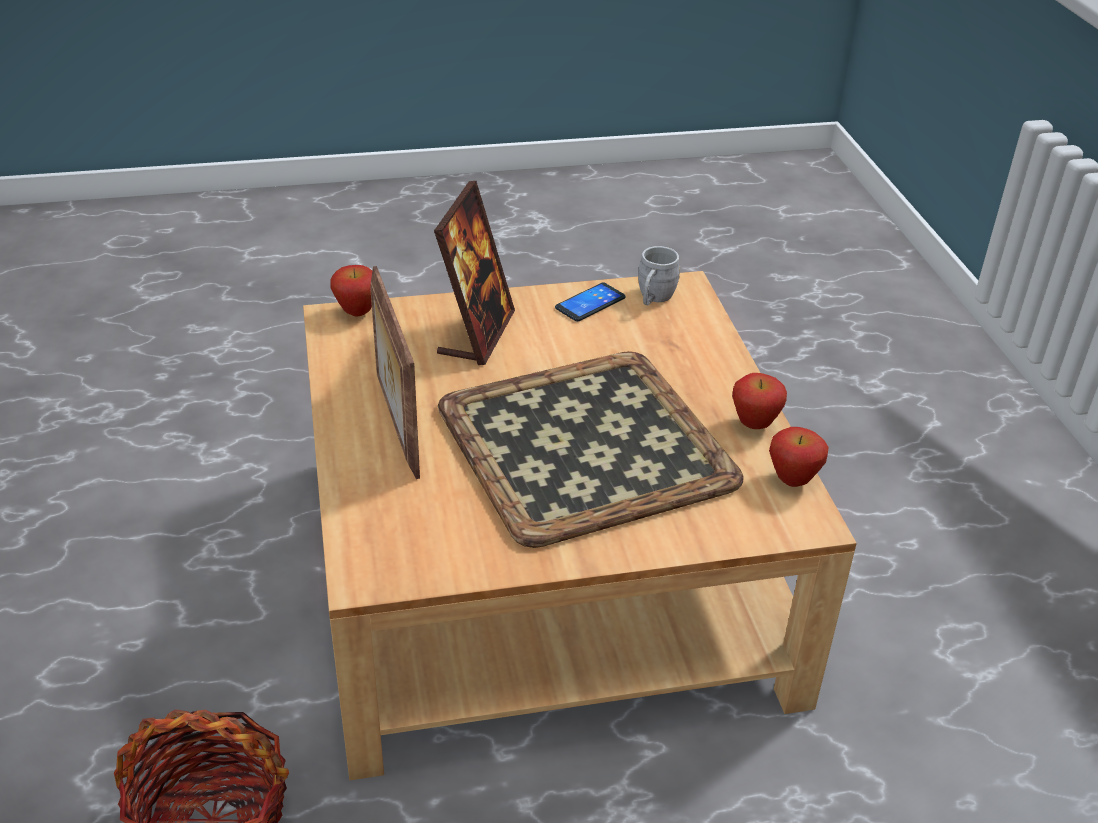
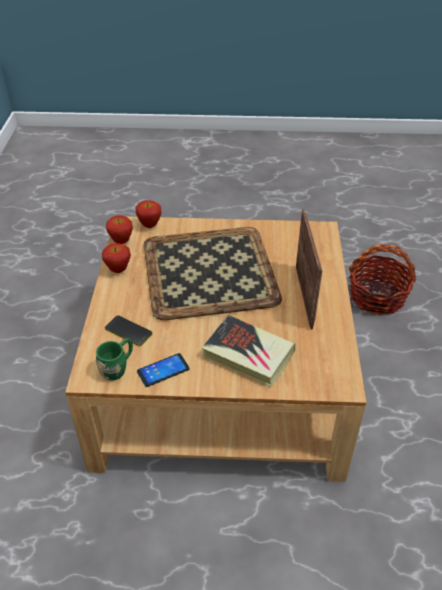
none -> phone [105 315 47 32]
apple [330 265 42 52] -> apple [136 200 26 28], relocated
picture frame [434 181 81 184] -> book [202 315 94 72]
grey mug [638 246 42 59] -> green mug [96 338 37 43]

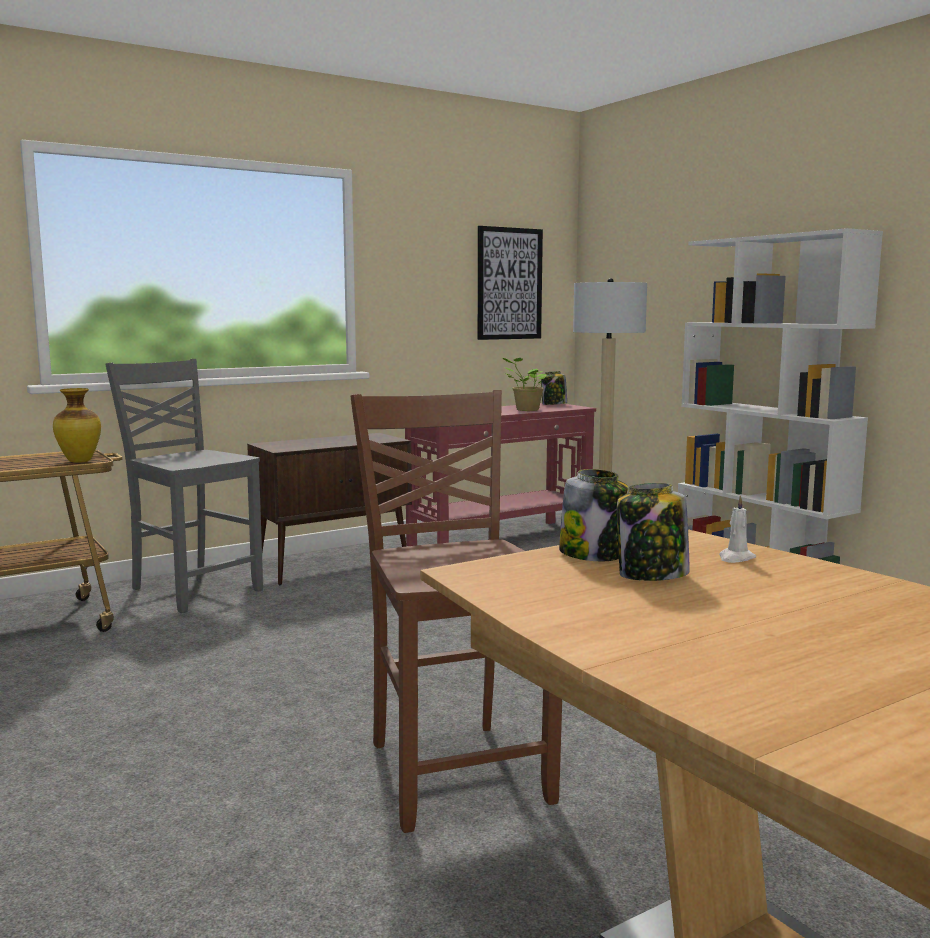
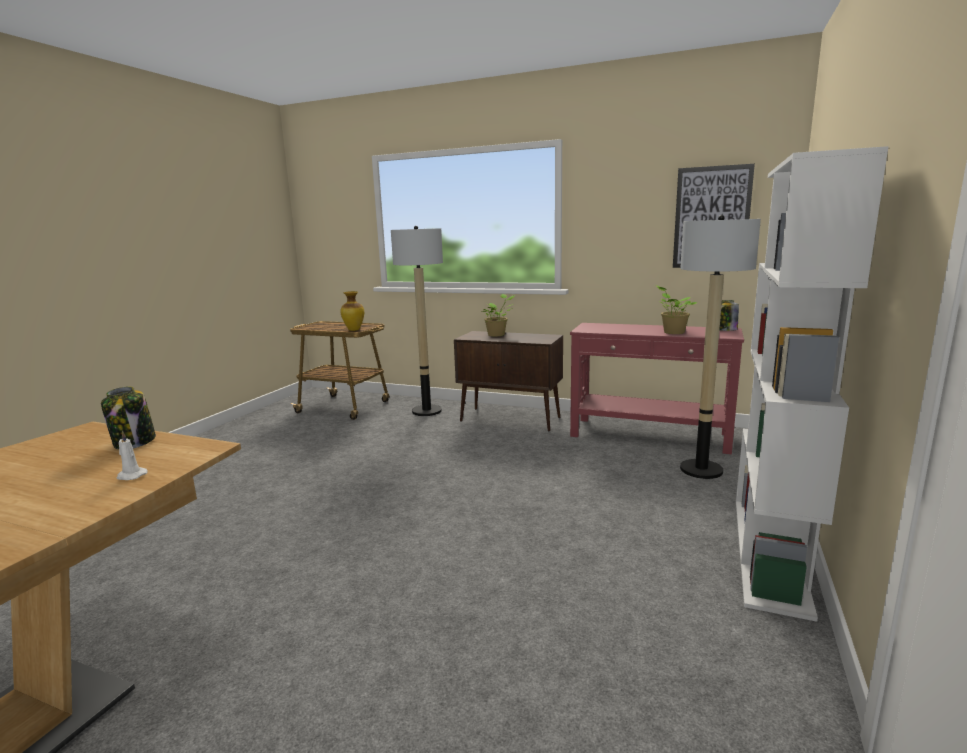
brown chair [351 390 211 443] -> none
jar [617 483 73 98] -> none
none -> potted plant [482 294 33 43]
grey chair [105 359 158 254] -> floor lamp [391 226 52 190]

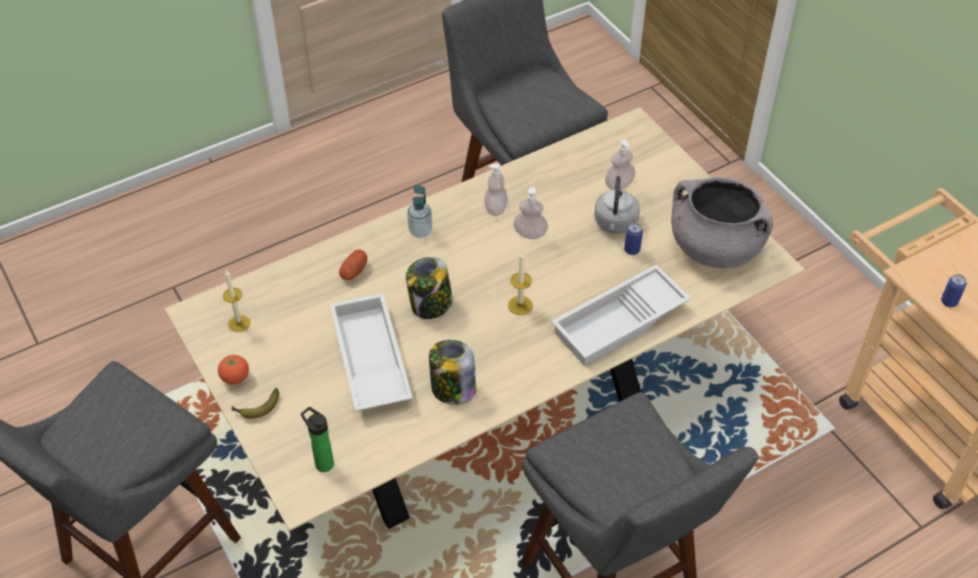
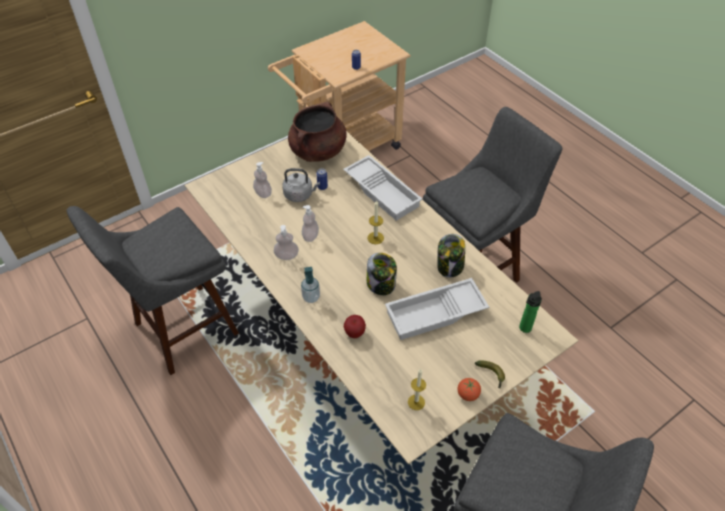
potato [339 249 28 31] -> apple [344 315 22 23]
grey cooking pot [671 177 102 91] -> brown cooking pot [288 101 59 61]

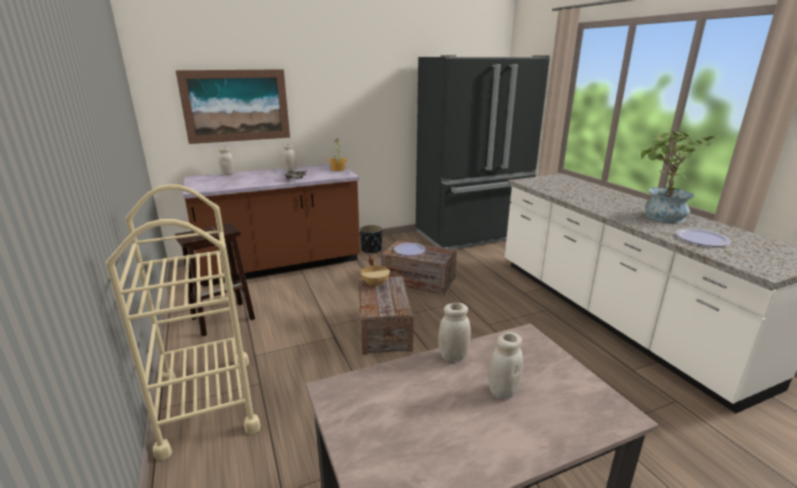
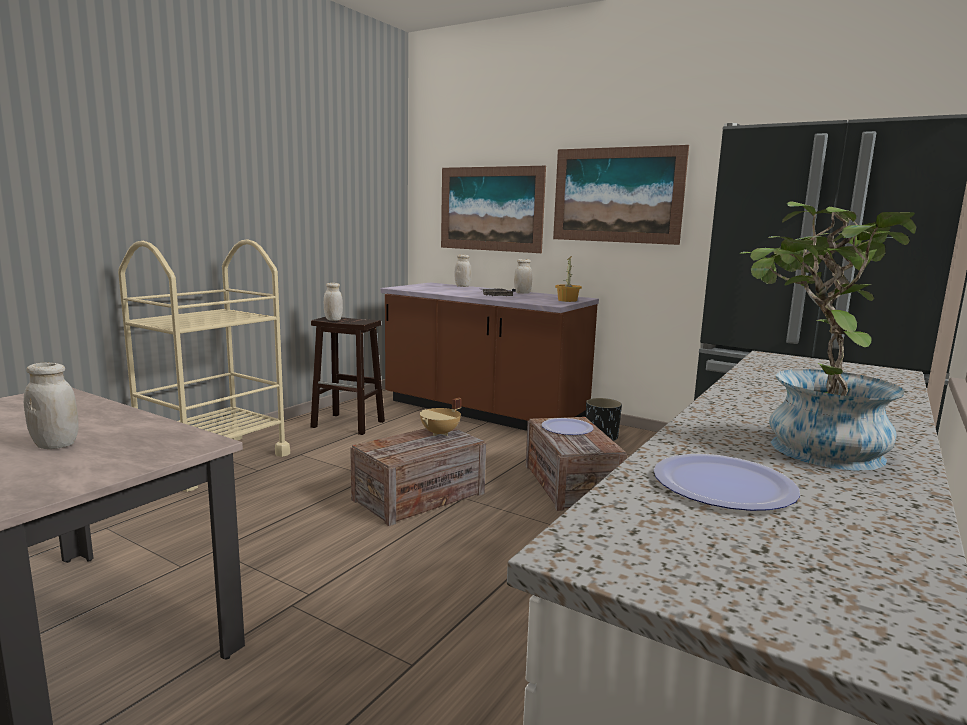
none -> picture [553 145 136 100]
white jar [438 303 33 58] -> white jar [324 283 19 38], relocated

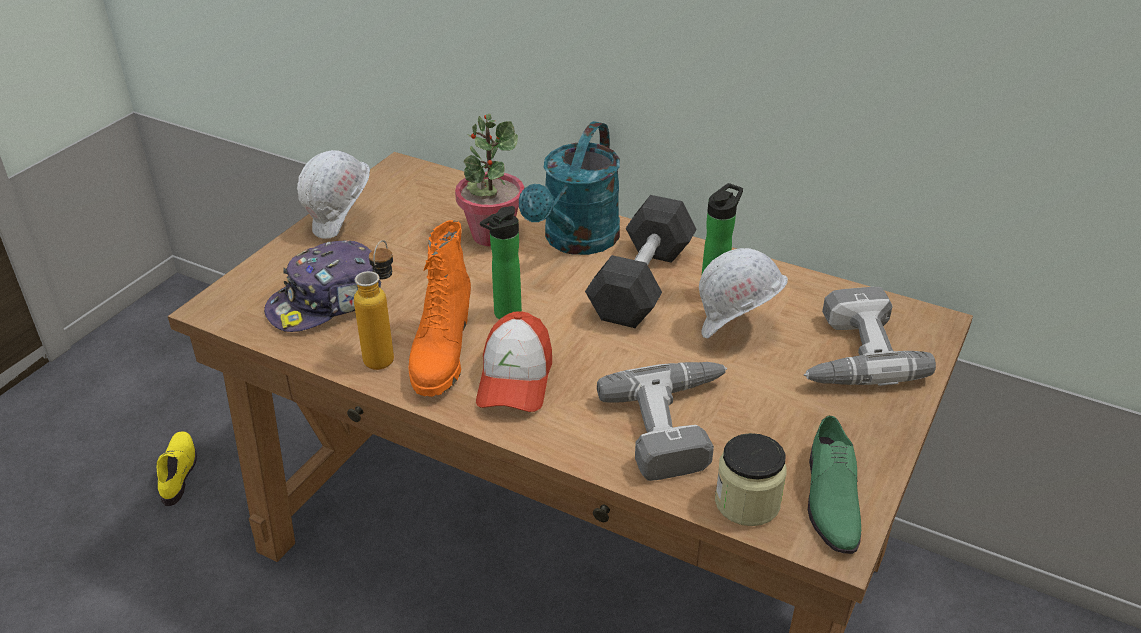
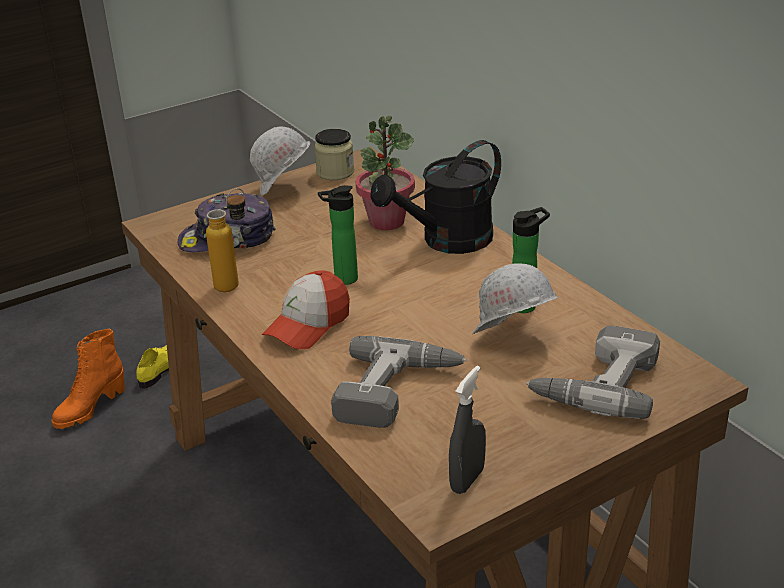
grey dumbbell [585 195 111 133] -> none
orange boot [409 220 62 177] -> orange boot [52 329 73 100], relocated
jar [715 433 71 93] -> jar [314 129 40 51], relocated
green shoe [808 415 53 139] -> grey spray bottle [449 366 37 128]
turquoise watering can [519 121 101 134] -> black watering can [370 140 131 114]

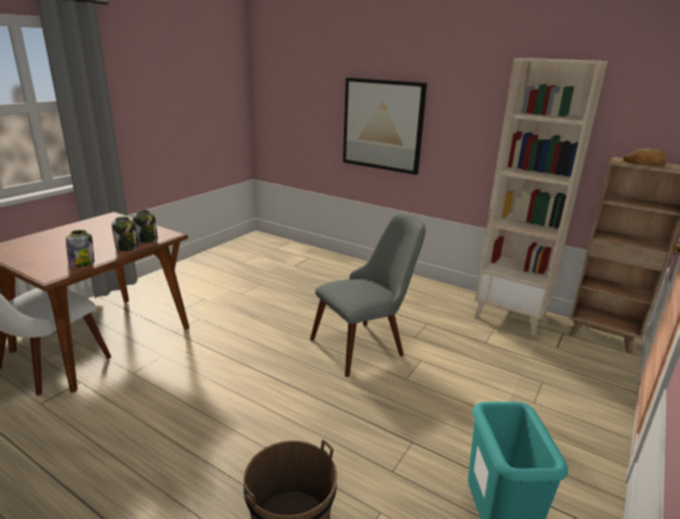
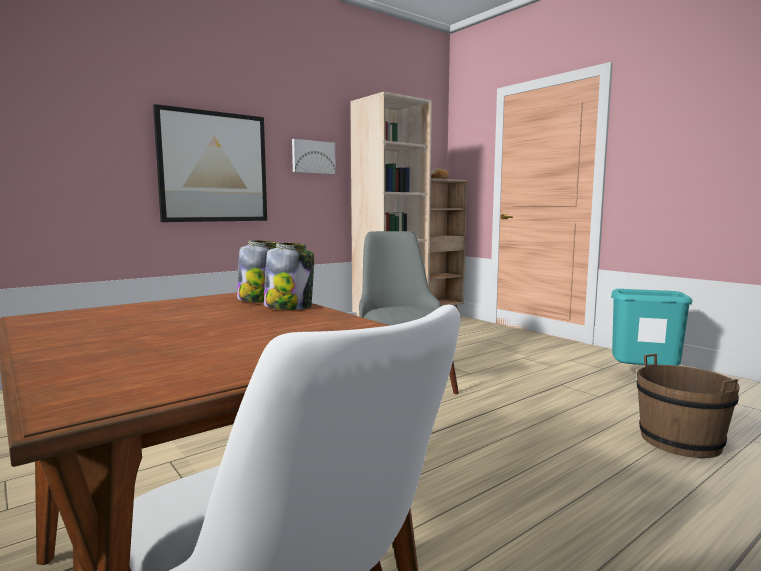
jar [66 230 28 37] -> none
none -> picture [292 139 44 35]

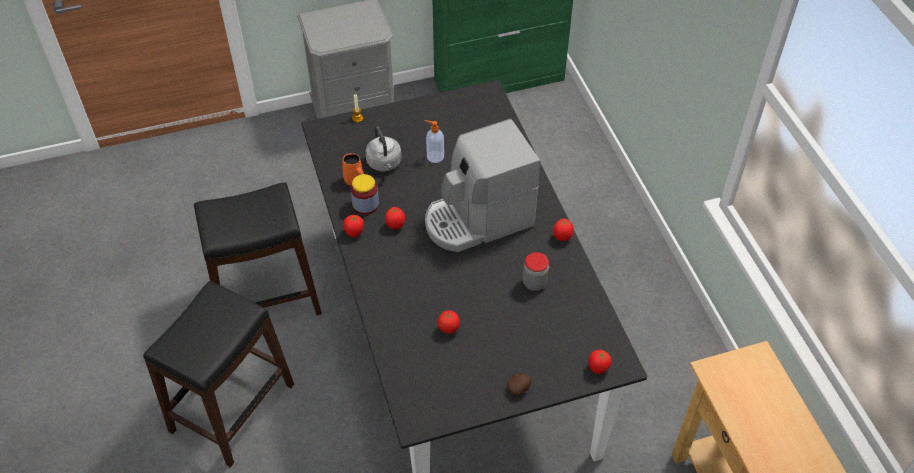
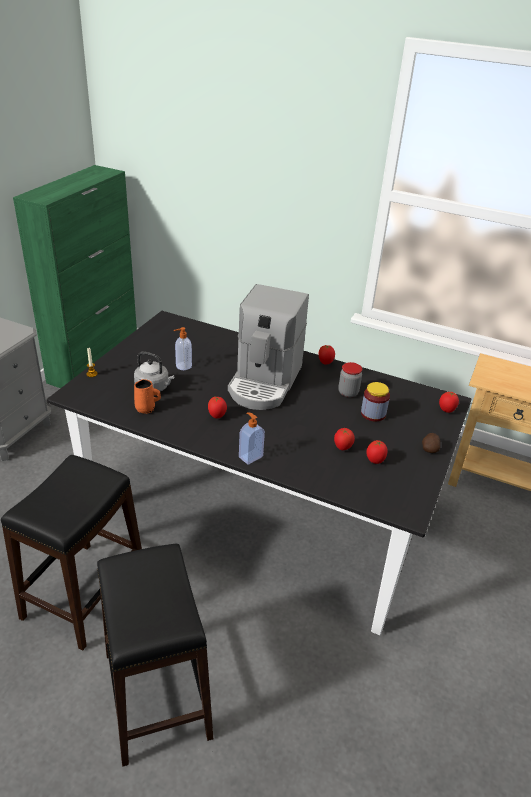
none -> soap dispenser [239 412 26 52]
tomato [343 215 21 22] -> tomato [366 440 22 24], relocated
jar [350 174 29 41] -> jar [361 382 29 39], relocated

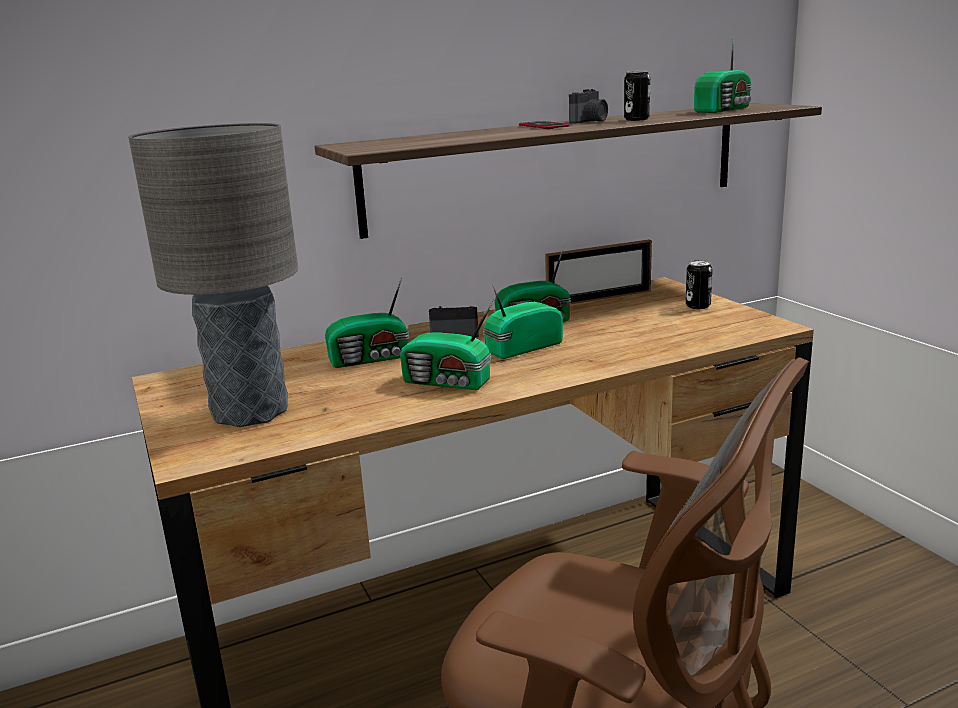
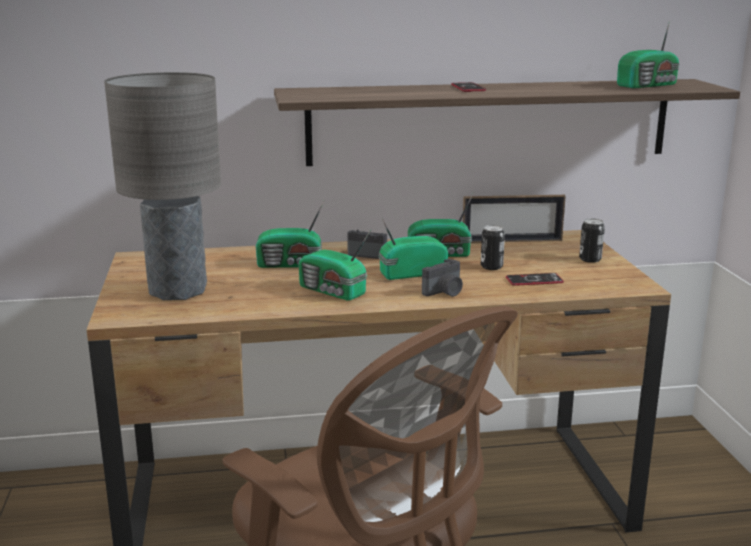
none -> phone [506 273 58 13]
photo camera [569 89 39 34] -> photo camera [422 259 41 38], relocated
can [624 71 26 50] -> can [481 225 24 45], relocated

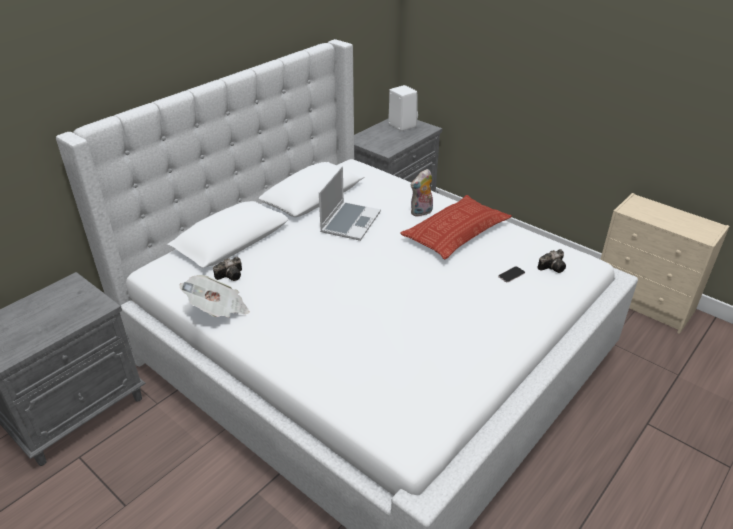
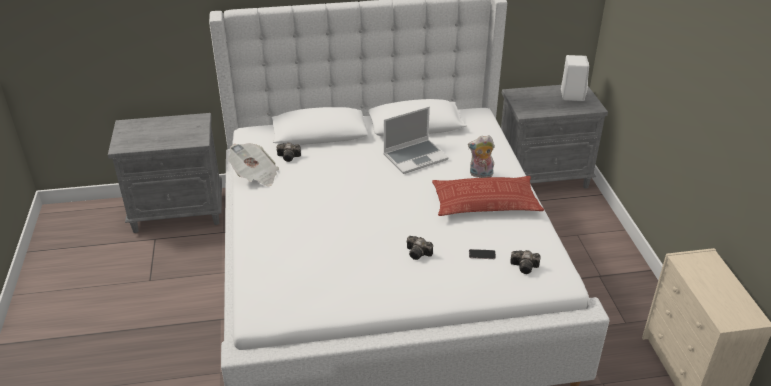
none -> photo camera [406 236 27 24]

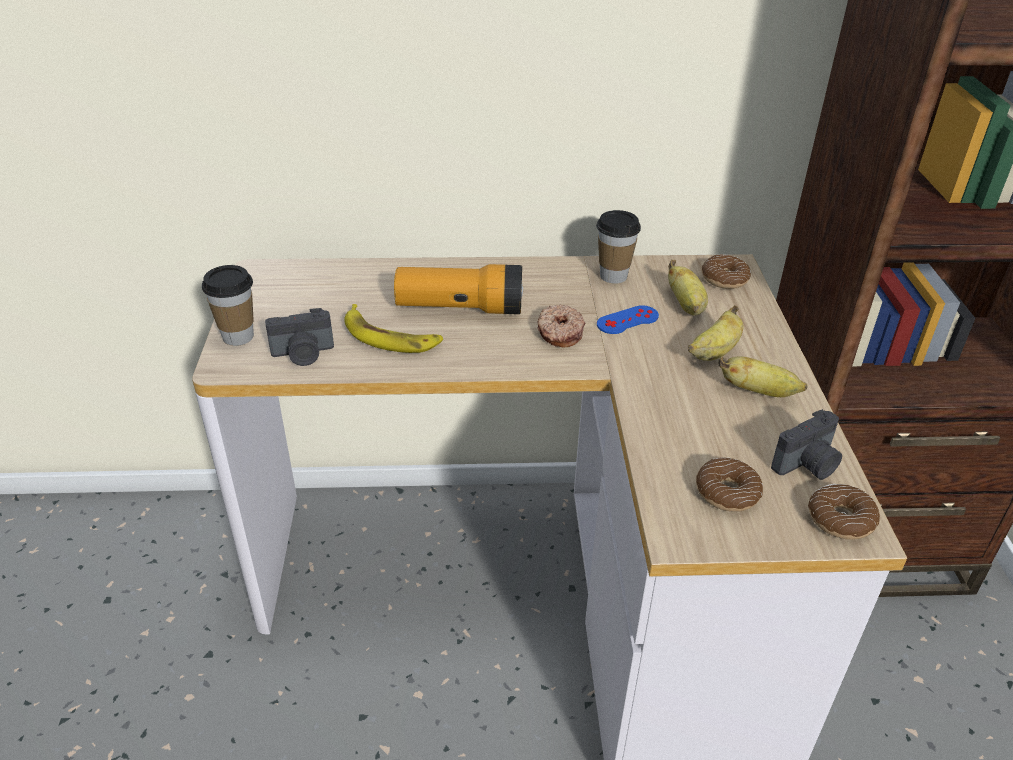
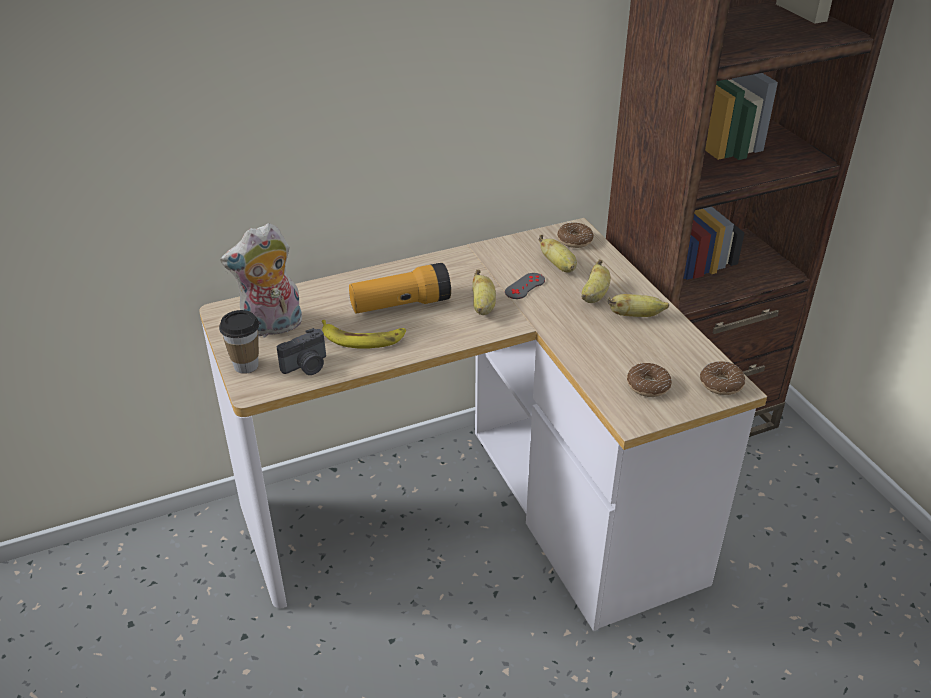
cup [596 210 45 74] -> none
photo camera [771 409 71 71] -> none
none -> plush toy [220 223 82 115]
donut [537 305 48 42] -> banana [472 269 24 46]
blue game controller [597 305 62 29] -> grey game controller [505 273 40 26]

